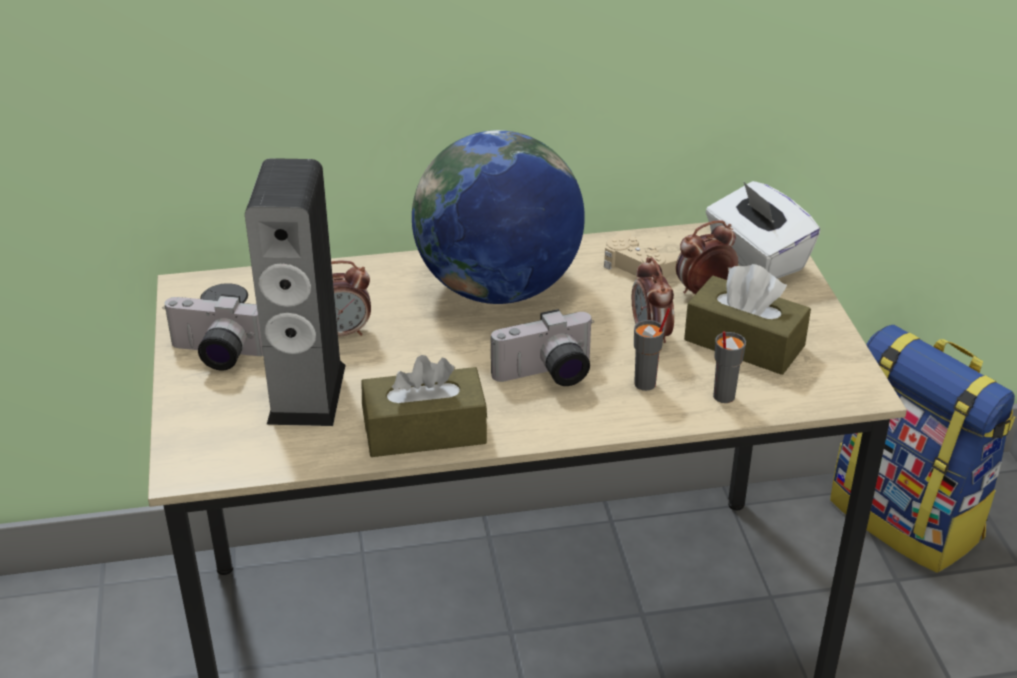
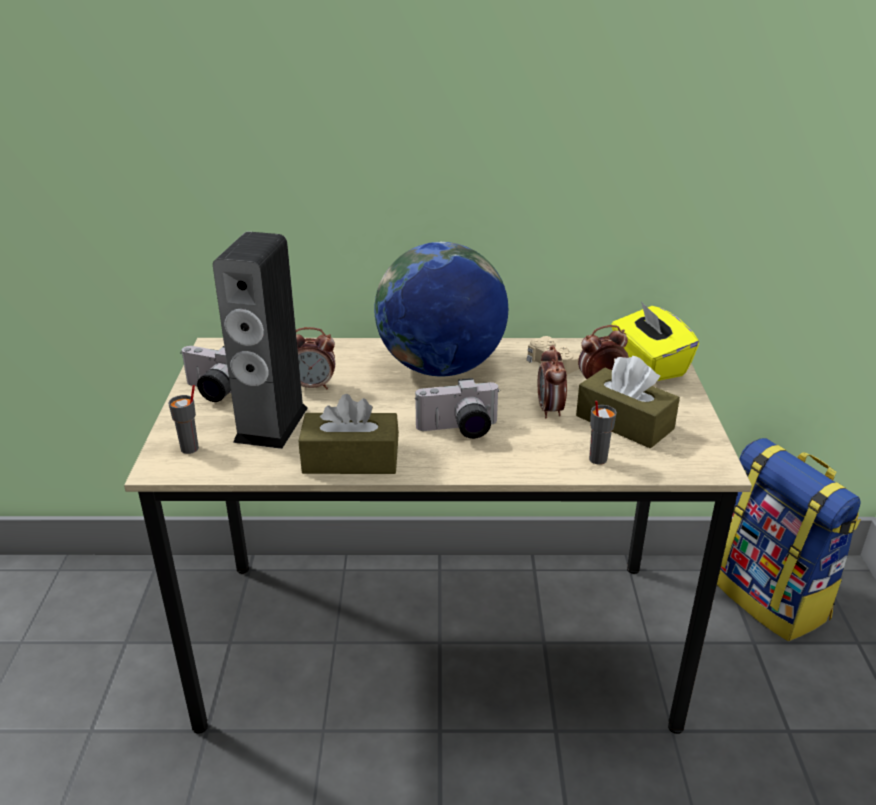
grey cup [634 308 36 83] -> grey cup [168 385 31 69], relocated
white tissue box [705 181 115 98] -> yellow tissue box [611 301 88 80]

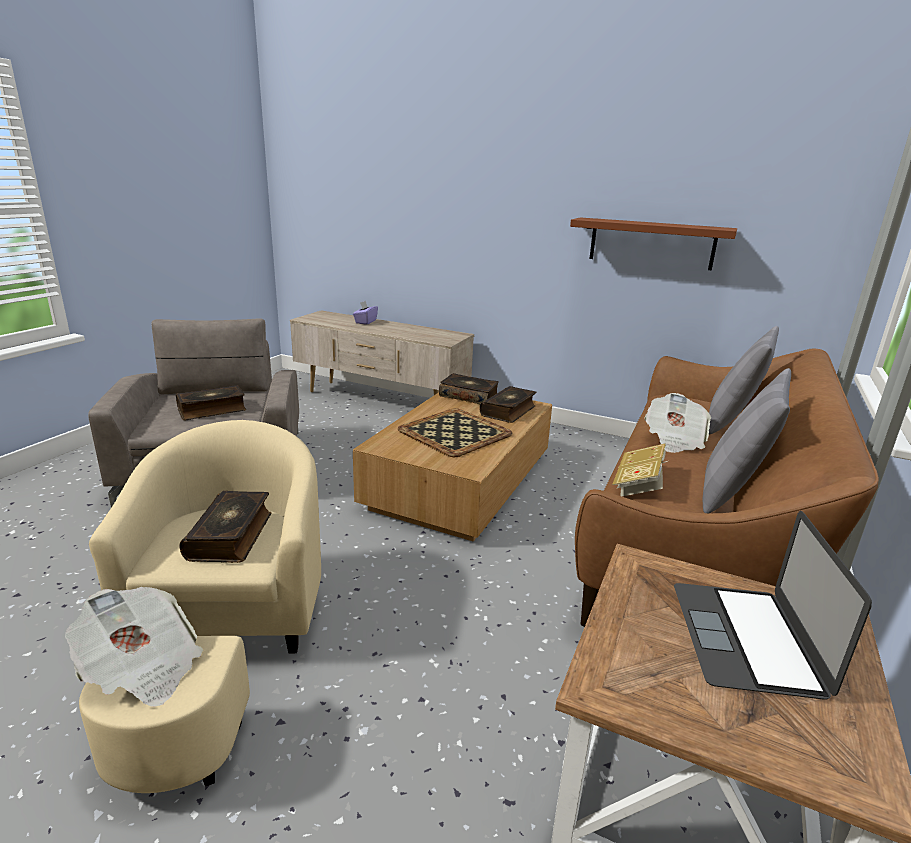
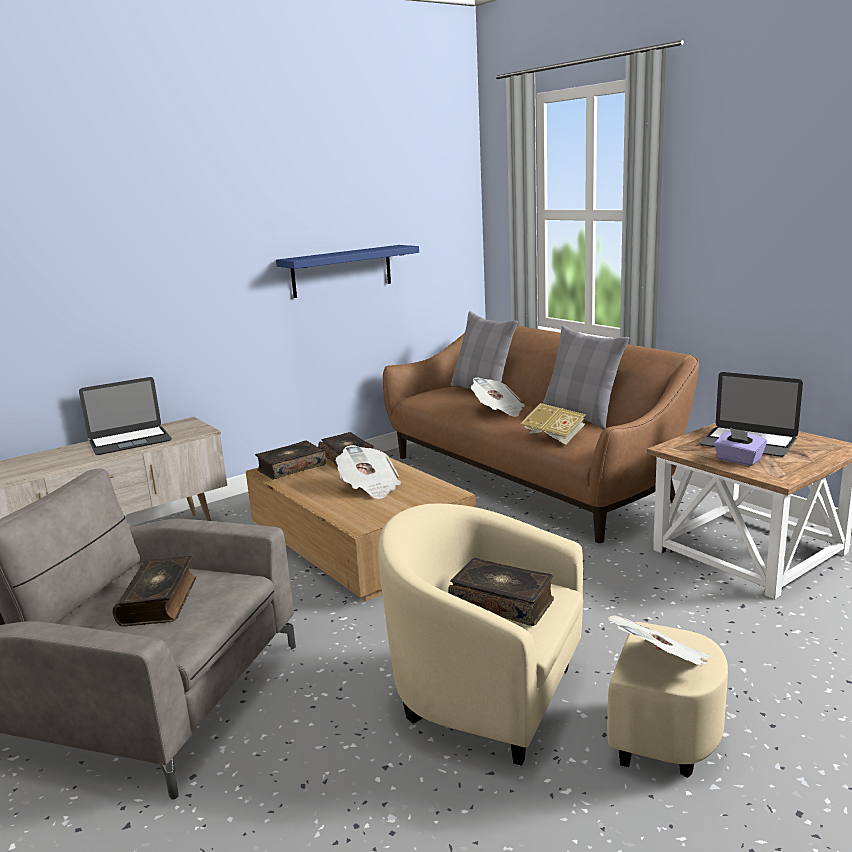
none -> laptop [79 377 93 78]
purple tissue box [353 300 25 25] -> purple tissue box [714 428 53 38], relocated
tray [398 408 114 49] -> newspaper [336 445 65 54]
brown shelf [570 217 167 53] -> blue shelf [276 245 143 53]

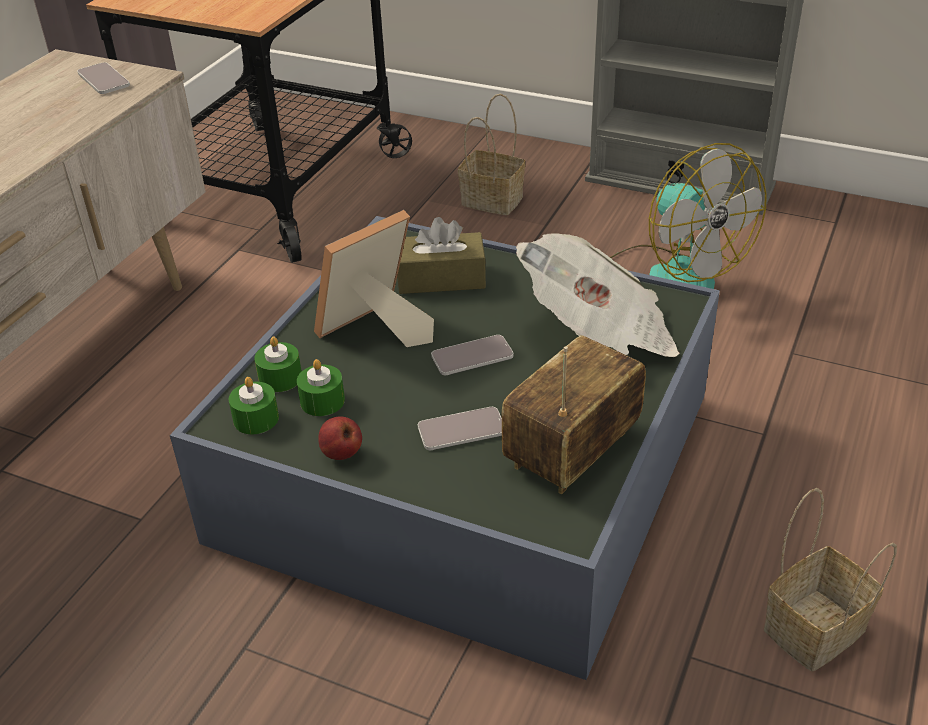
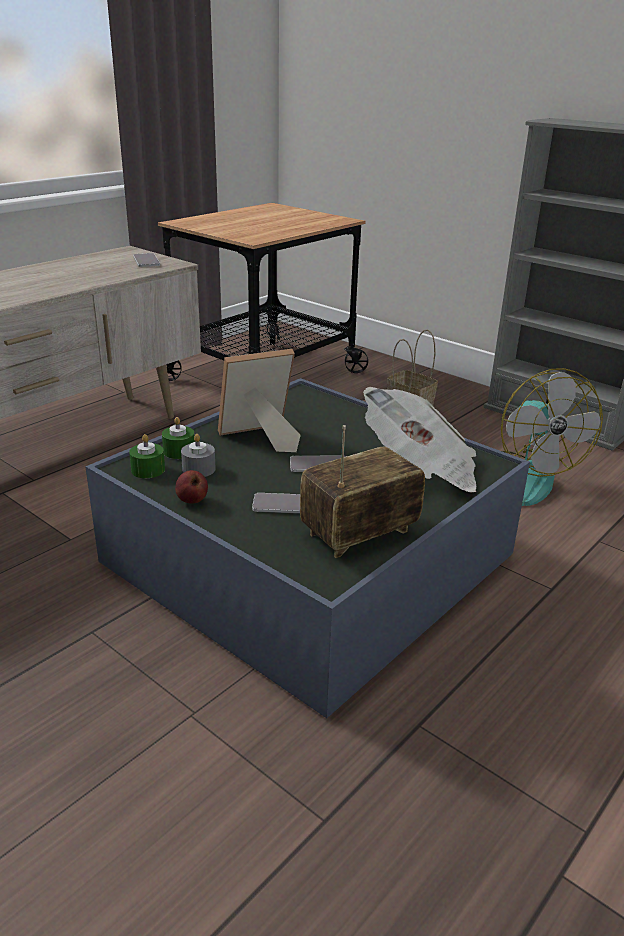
brown tissue box [397 217 89 77] -> none
basket [764 488 133 183] -> none
green candle [297 359 48 57] -> grey candle [181 434 35 43]

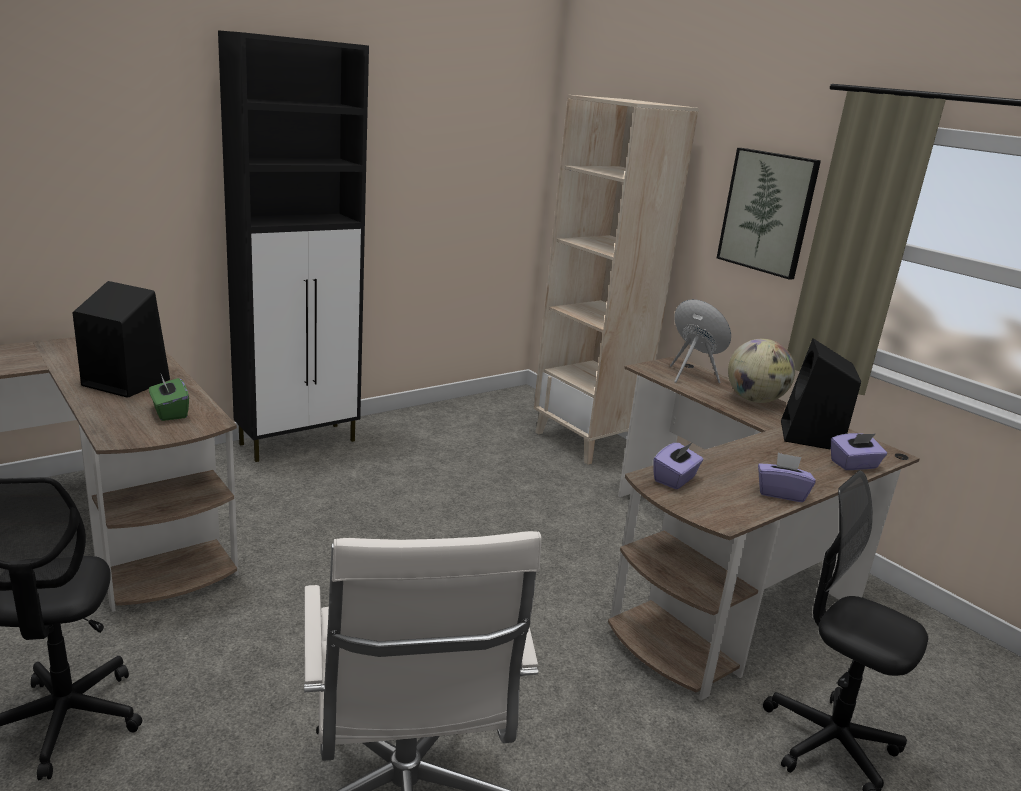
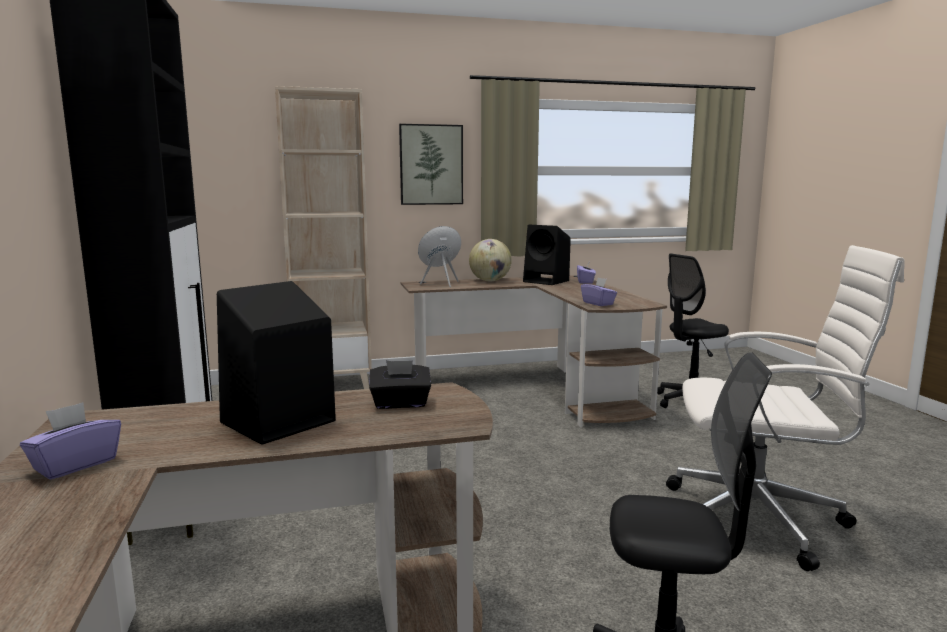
purple tissue box [758 453 58 49] -> purple tissue box [20 402 101 78], relocated
green tissue box [149 374 40 47] -> black tissue box [369 360 62 49]

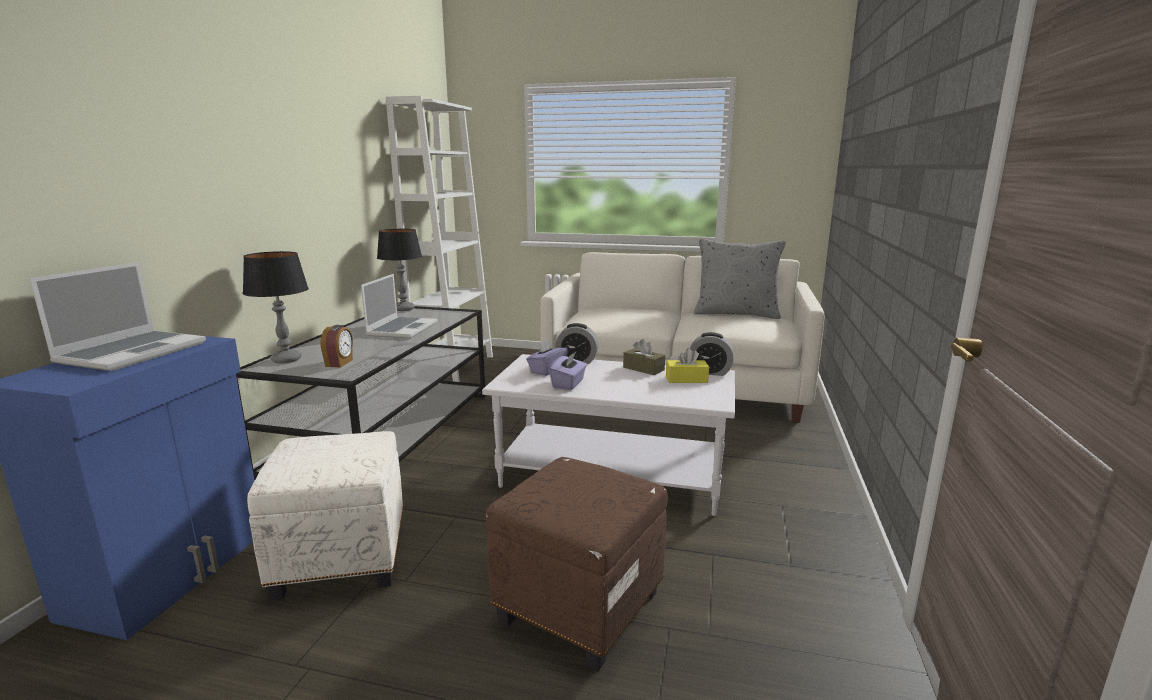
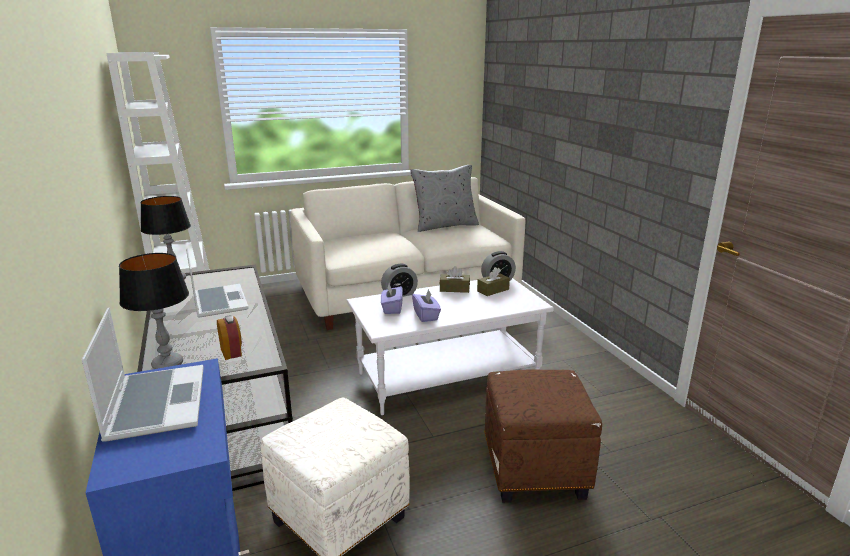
yellow tissue box [666 348 43 35] -> brown tissue box [477 267 33 29]

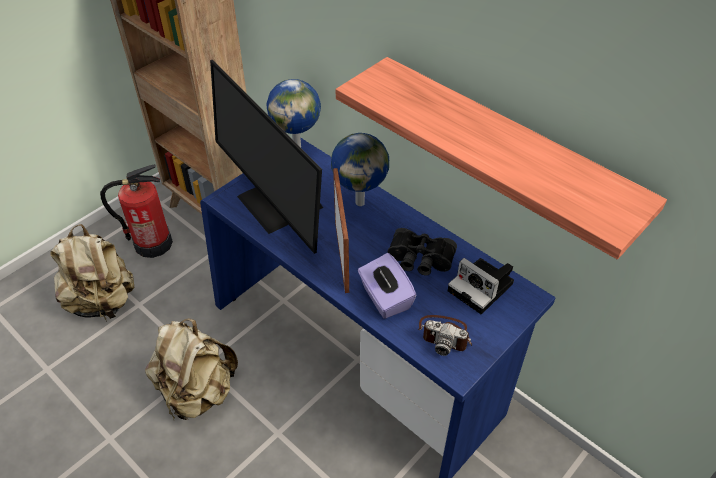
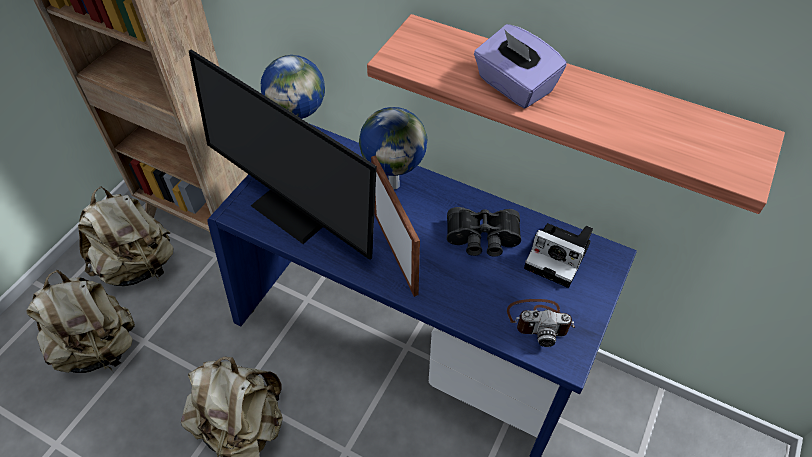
purple tissue box [358 253 59 66] -> purple tissue box [474 24 93 85], relocated
fire extinguisher [100 164 73 94] -> beige backpack [78 186 96 100]

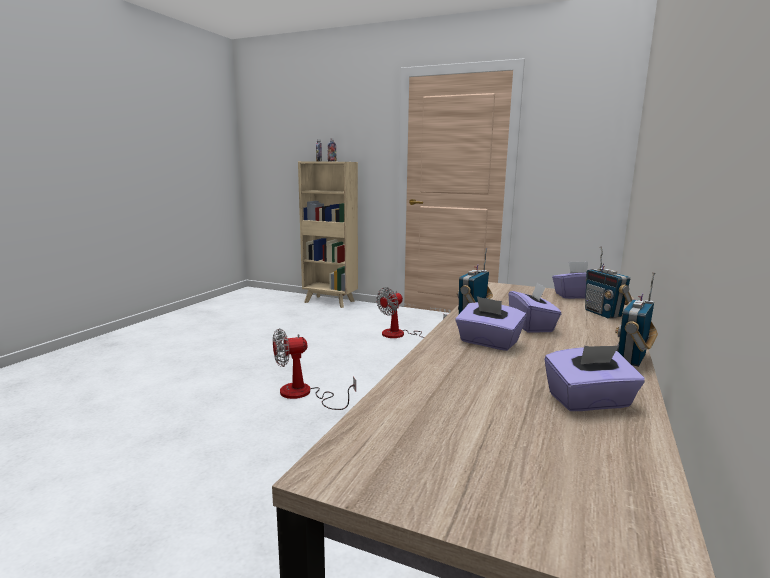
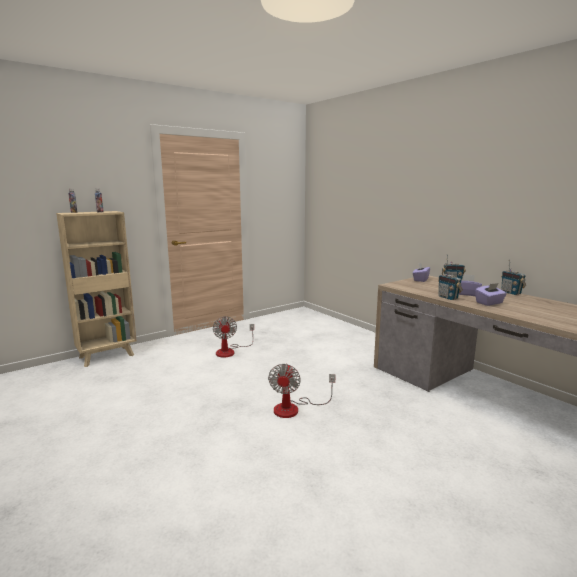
purple tissue box [545 345 100 66] -> none

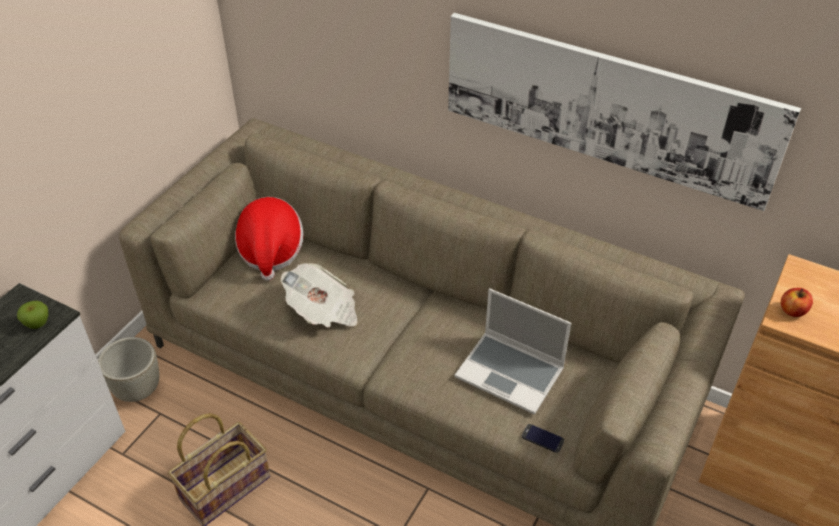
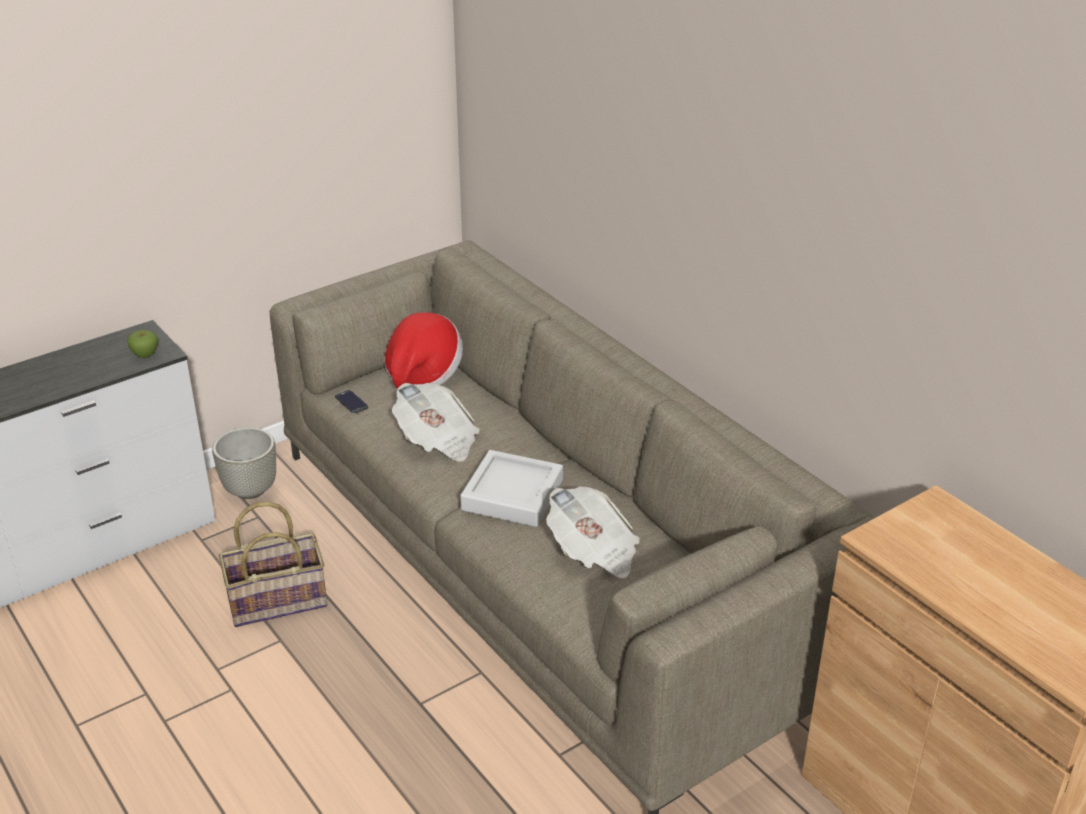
picture [448 13 353 198] -> none
apple [781 288 32 29] -> none
none -> grey tray [460 450 103 77]
phone [522 424 42 29] -> phone [335 390 33 24], relocated
laptop [454 288 117 127] -> newspaper [546 486 94 92]

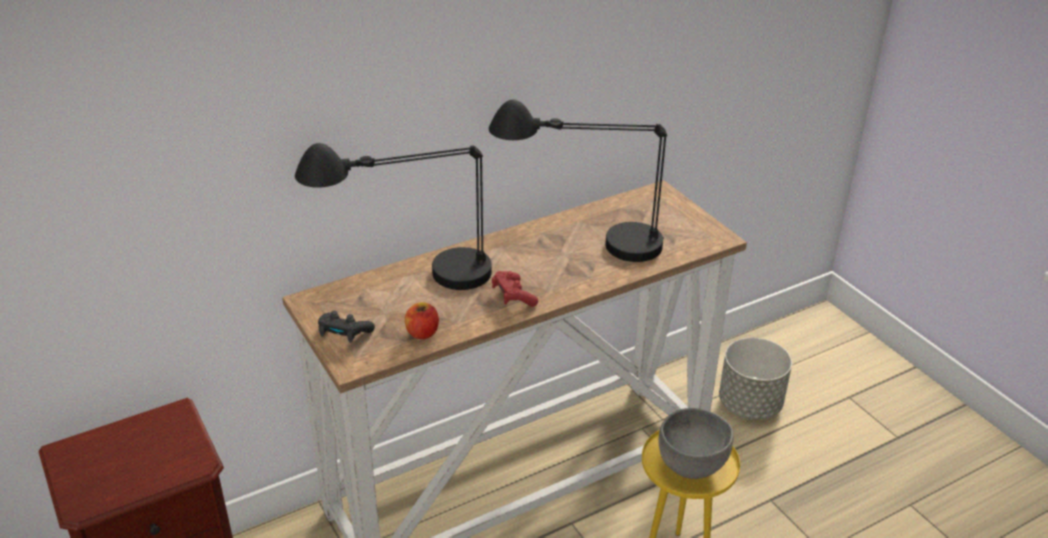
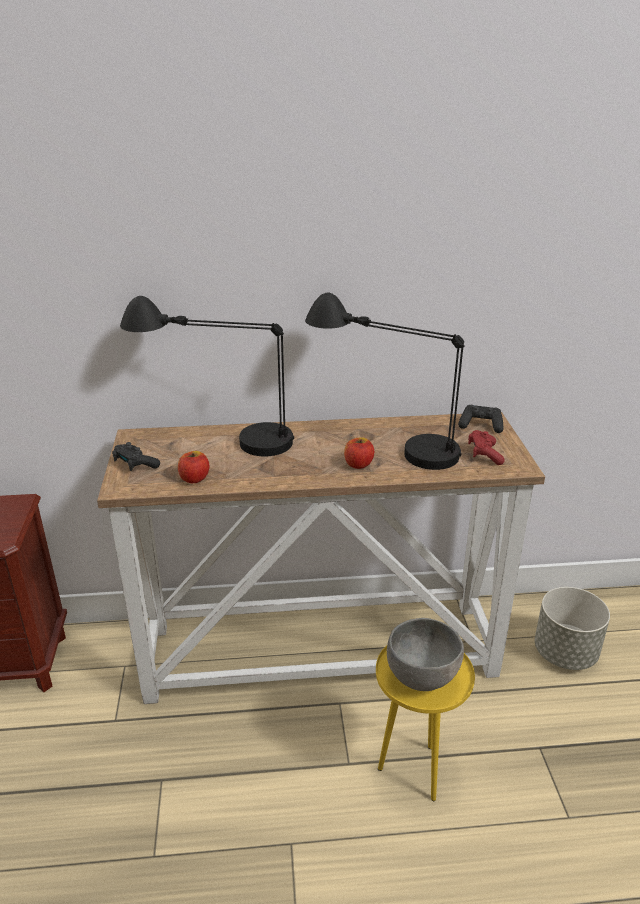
none -> apple [344 437 30 32]
none -> black game controller [458 405 46 28]
red game controller [492 271 46 36] -> red game controller [468 430 37 35], relocated

